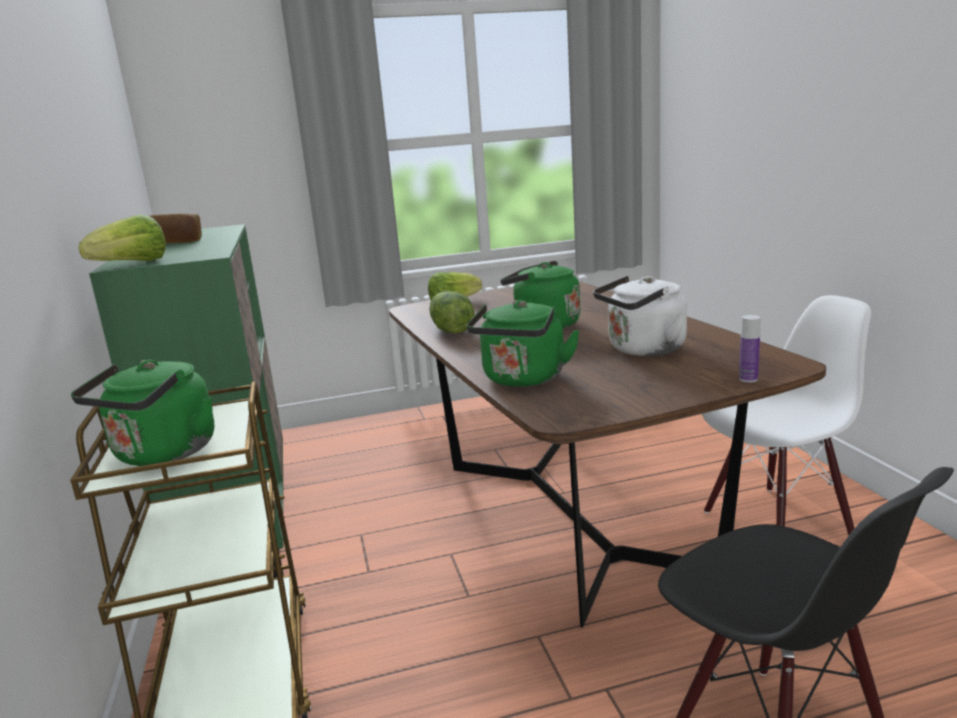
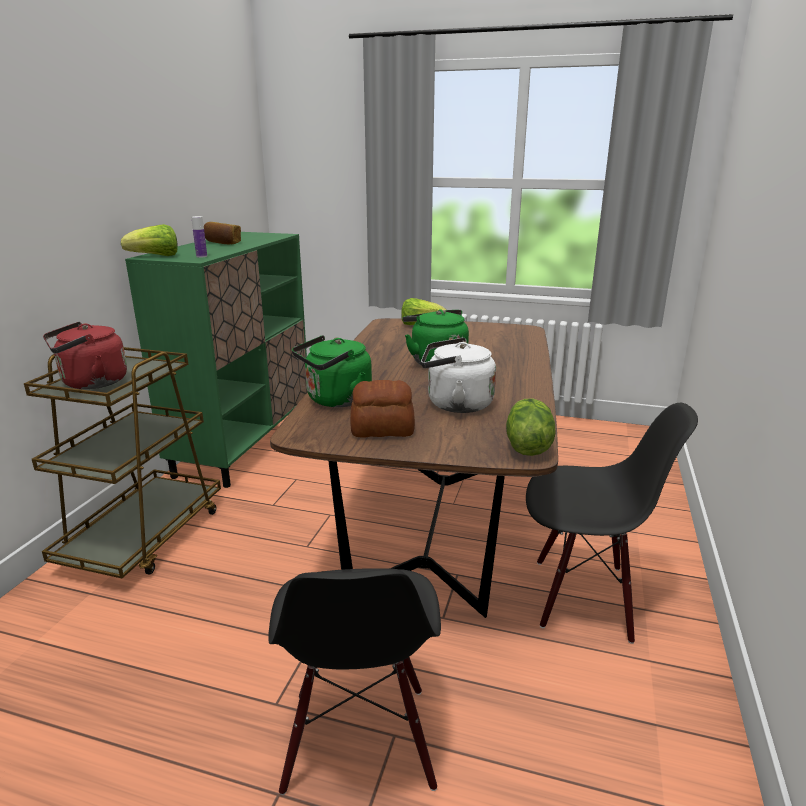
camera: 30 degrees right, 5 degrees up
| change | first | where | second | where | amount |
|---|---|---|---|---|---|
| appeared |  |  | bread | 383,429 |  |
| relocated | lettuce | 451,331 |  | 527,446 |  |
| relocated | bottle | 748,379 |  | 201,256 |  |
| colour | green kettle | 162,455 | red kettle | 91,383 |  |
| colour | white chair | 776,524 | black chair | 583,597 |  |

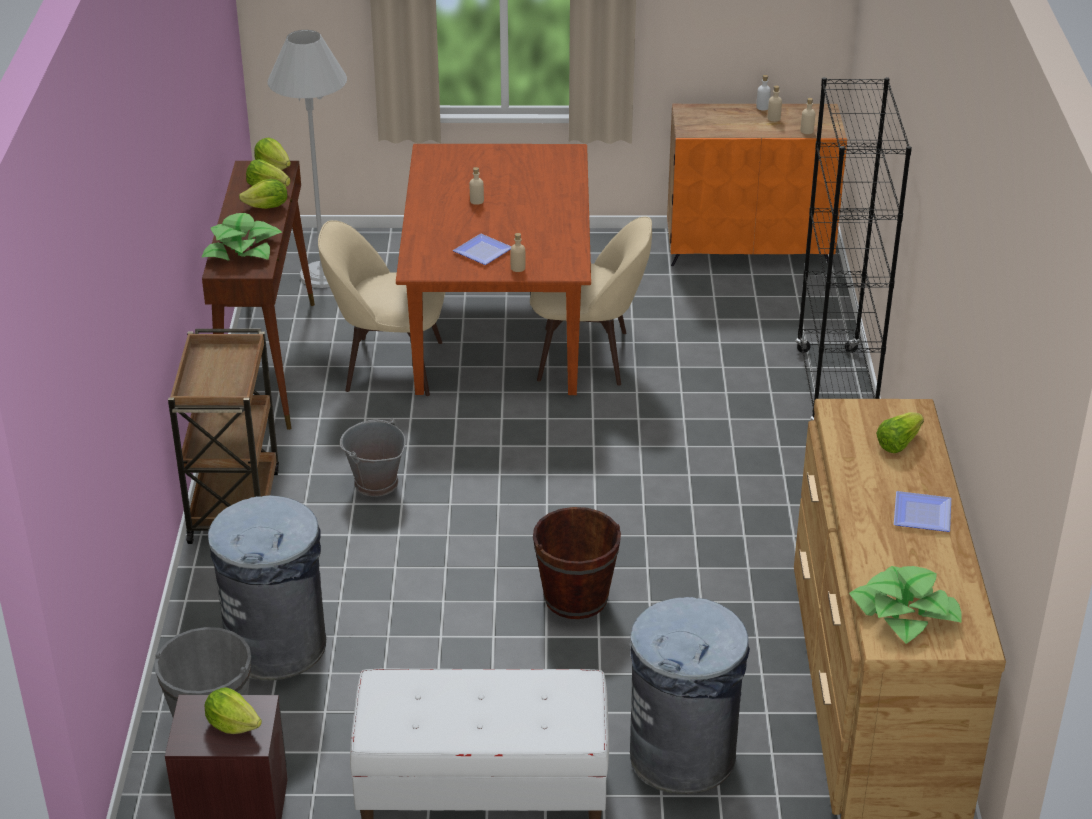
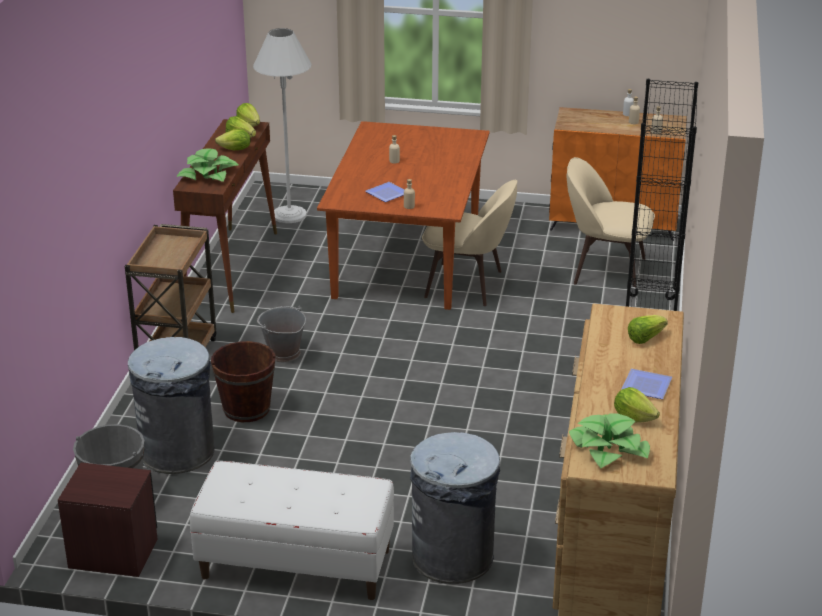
camera: 10 degrees right, 5 degrees down
| change | first | where | second | where | amount |
|---|---|---|---|---|---|
| relocated | lettuce | 232,724 |  | 633,417 |  |
| relocated | beige chair | 388,365 |  | 605,270 |  |
| relocated | brown bucket | 576,598 |  | 246,409 |  |

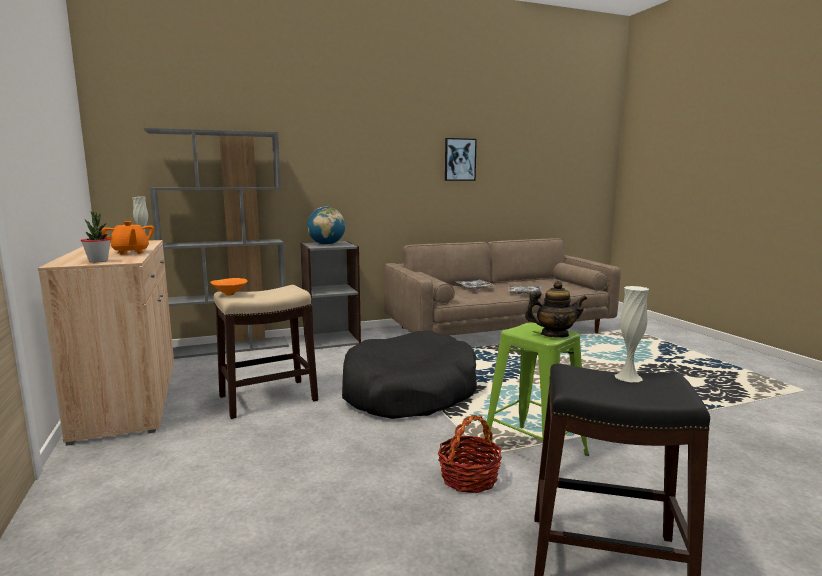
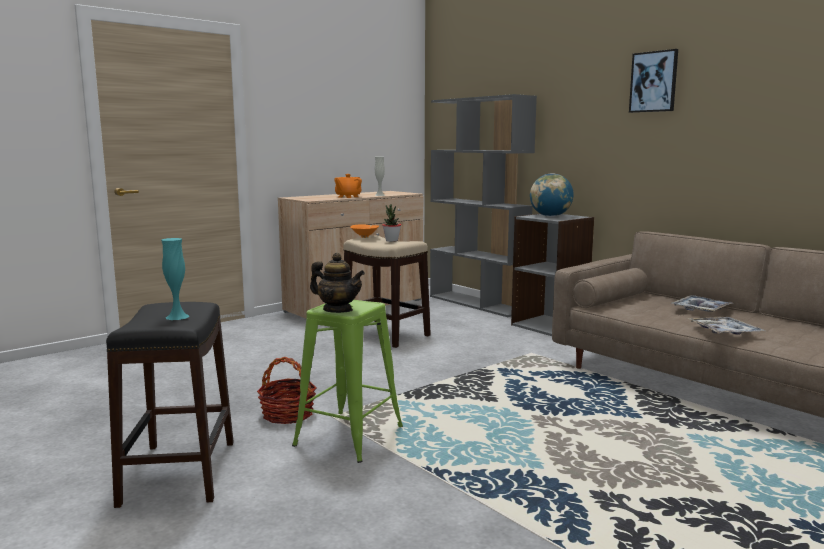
camera: 70 degrees right, 0 degrees up
| change | first | where | second | where | amount |
|---|---|---|---|---|---|
| missing | black dog bed | 409,392 |  |  |  |
| relocated | potted plant | 98,261 |  | 391,241 |  |
| relocated | picture | 459,159 |  | 654,82 |  |
| colour | white vase | 628,377 | turquoise vase | 177,317 |  |
| spun | teapot | 554,335 |  | 337,310 | 45 degrees counterclockwise |

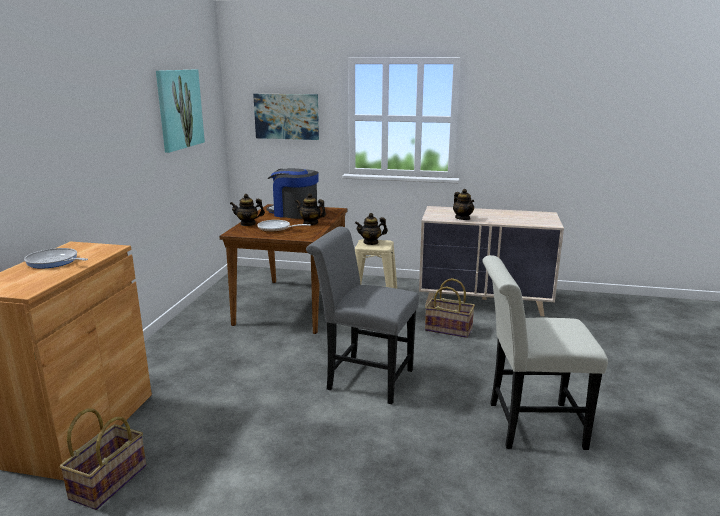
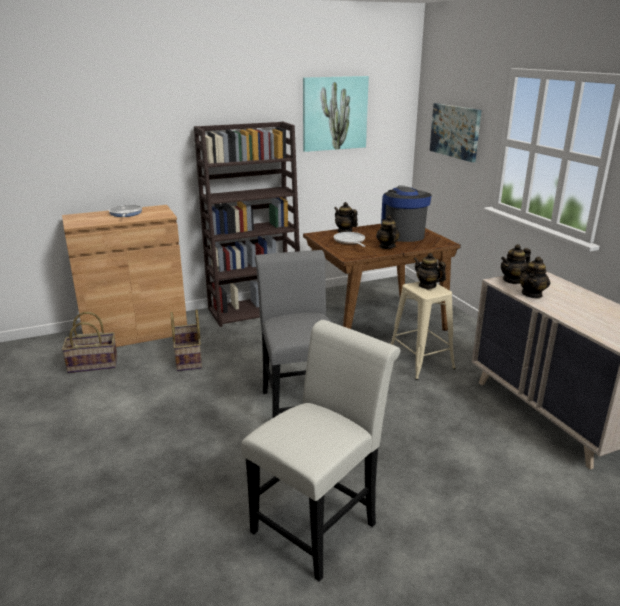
camera: 55 degrees right, 5 degrees up
| change | first | where | second | where | amount |
|---|---|---|---|---|---|
| appeared |  |  | brown bookcase | 255,309 |  |
| appeared |  |  | teapot | 512,280 |  |
| relocated | basket | 449,329 |  | 189,359 |  |
| spun | white chair | 528,425 |  | 320,522 | 75 degrees clockwise |

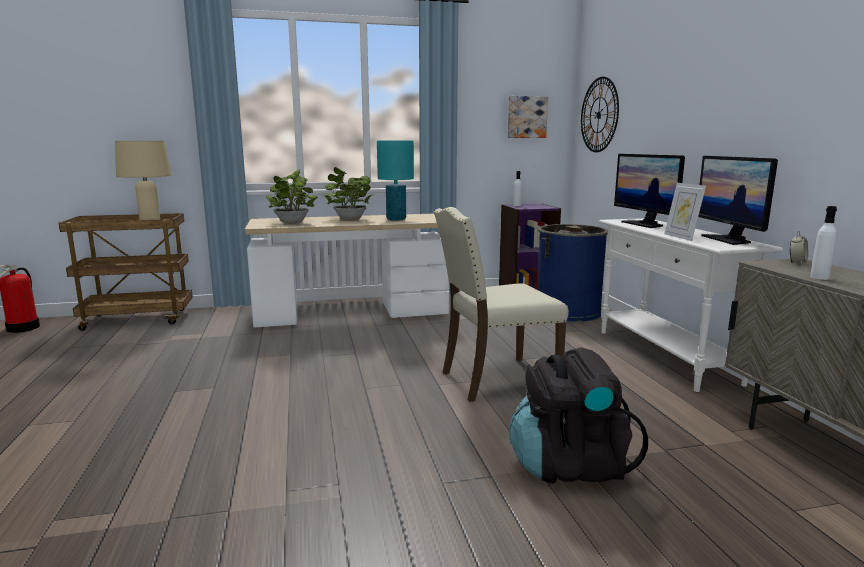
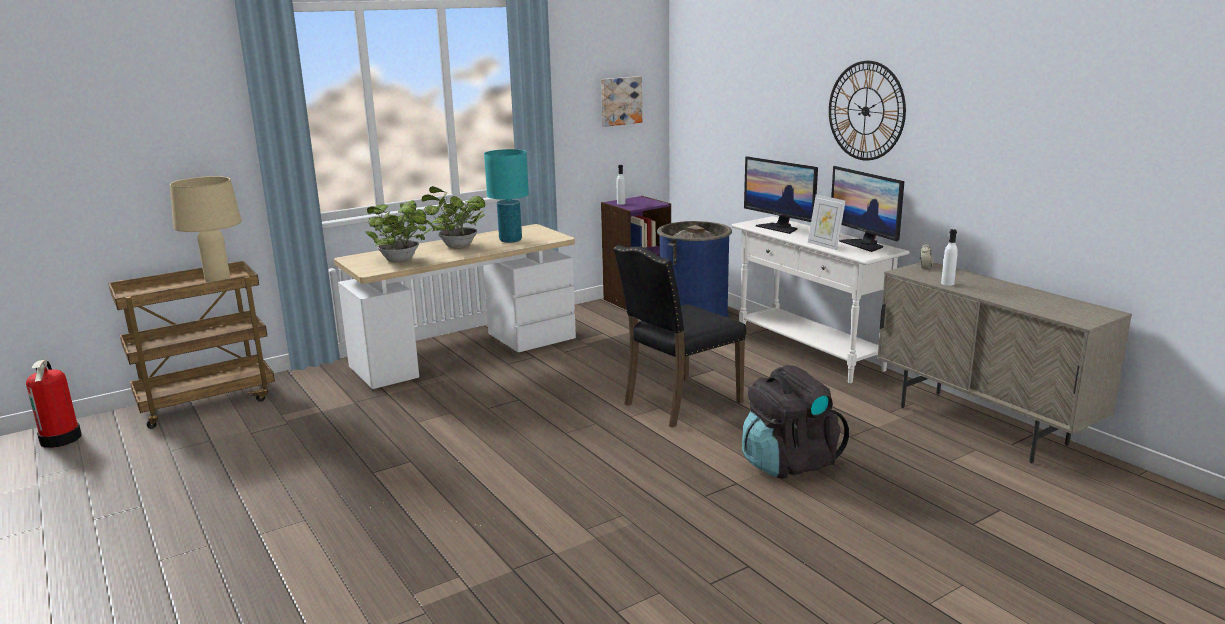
camera: 20 degrees left, 5 degrees up
| change | first | where | second | where | amount |
|---|---|---|---|---|---|
| relocated | wall clock | 599,115 |  | 865,111 |  |
| colour | beige chair | 495,380 | black chair | 679,403 |  |

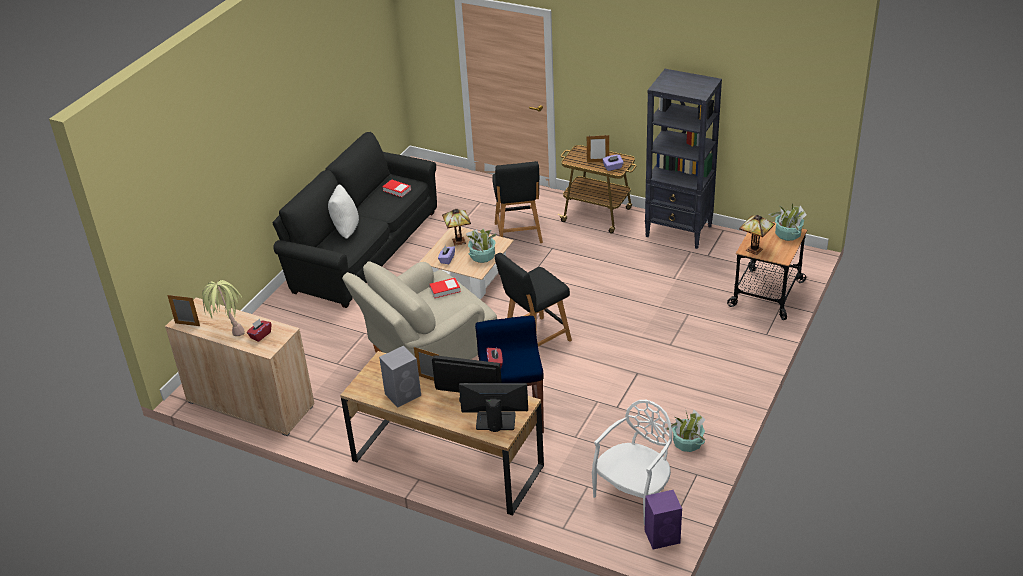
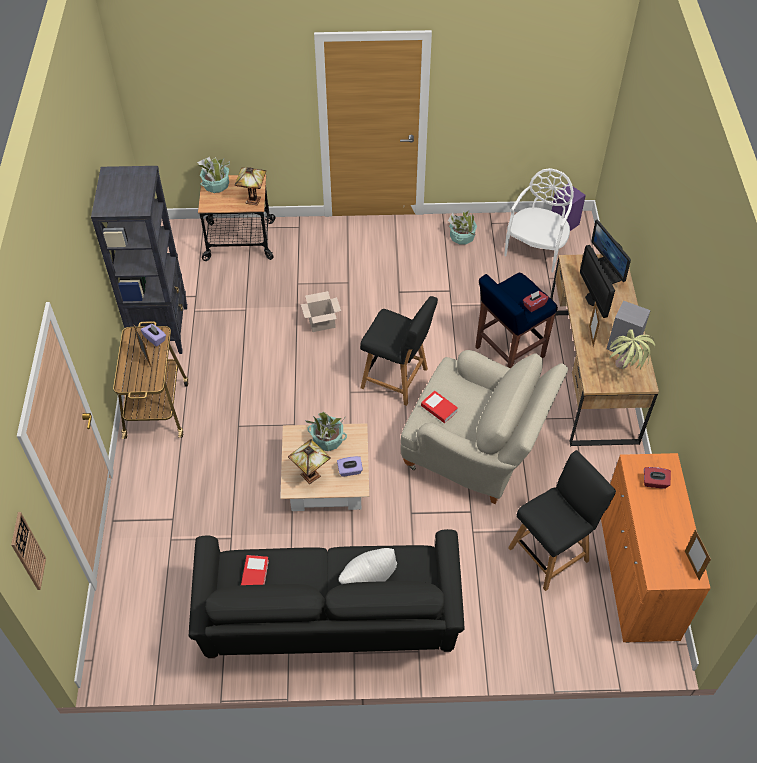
camera: 120 degrees left, 15 degrees up
| change | first | where | second | where | amount |
|---|---|---|---|---|---|
| appeared |  |  | wall clock | 27,552 |  |
| appeared |  |  | cardboard box | 322,322 |  |
| relocated | potted plant | 228,330 |  | 622,377 |  |
| relocated | black chair | 518,234 |  | 551,552 |  |
| colour | beige cabinet | 250,403 | orange cabinet | 637,576 |  |
| spun | white chair | 634,494 |  | 536,249 | 105 degrees clockwise |

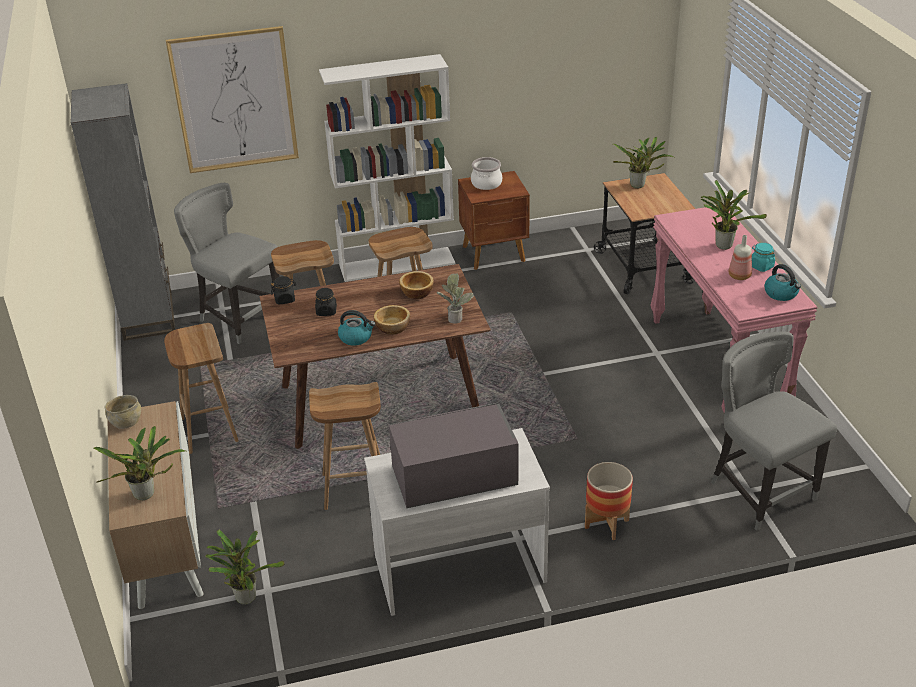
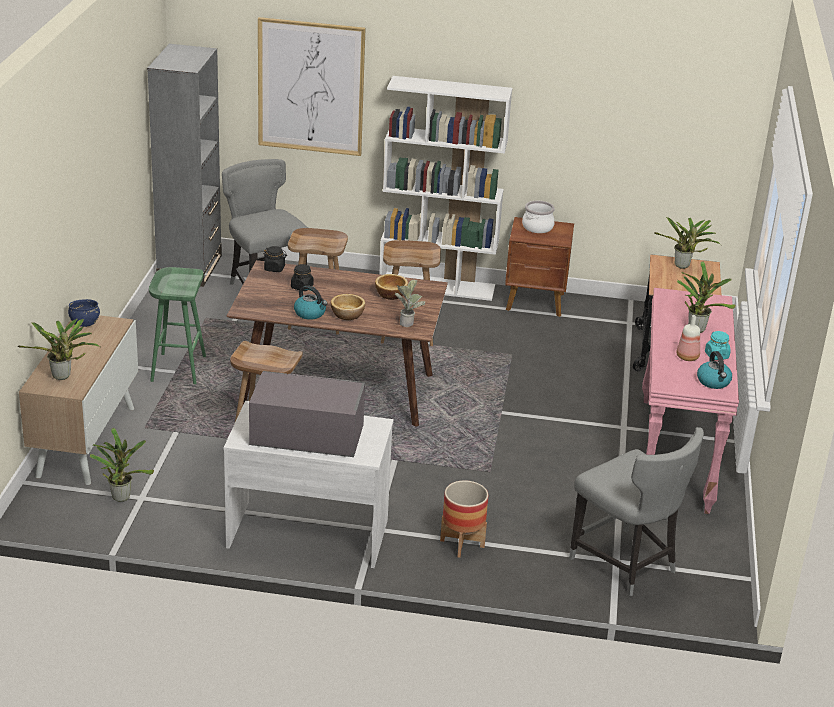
camera: 20 degrees right, 5 degrees down
| change | first | where | second | where | amount |
|---|---|---|---|---|---|
| colour | beige bowl | 126,422 | blue bowl | 84,323 |  |
| colour | brown stool | 208,429 | green stool | 178,368 |  |
| spun | grey chair | 759,491 |  | 626,565 | 150 degrees clockwise |

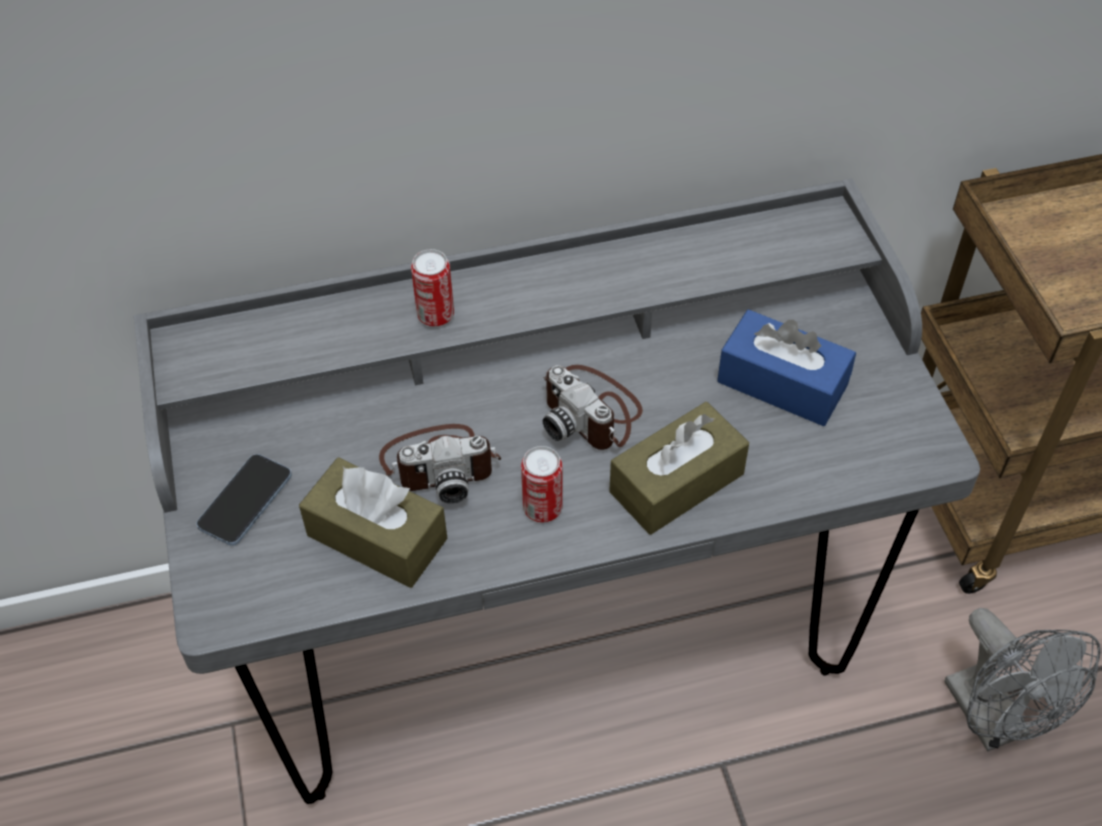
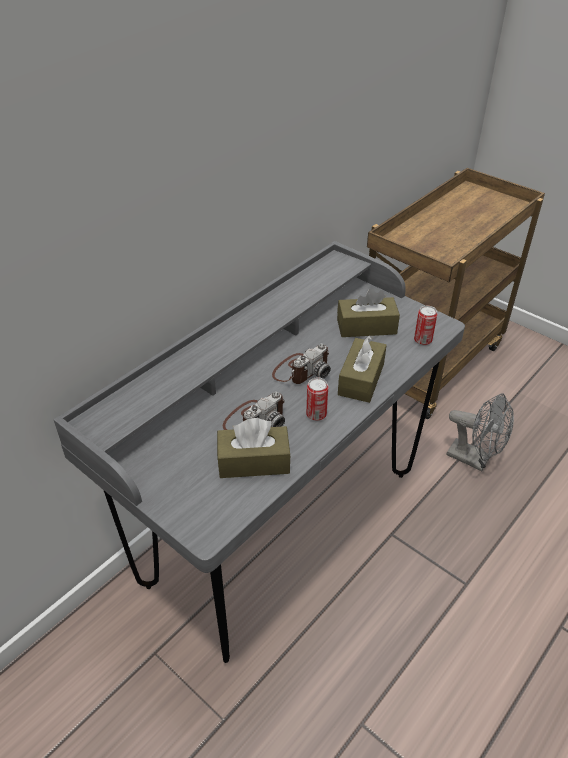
camera: 35 degrees left, 10 degrees down
| change | first | where | second | where | amount |
|---|---|---|---|---|---|
| missing | phone | 245,501 |  |  |  |
| relocated | can | 435,315 |  | 422,340 |  |
| colour | blue tissue box | 782,383 | brown tissue box | 366,327 |  |
| spun | photo camera | 591,411 |  | 301,370 | 60 degrees counterclockwise |

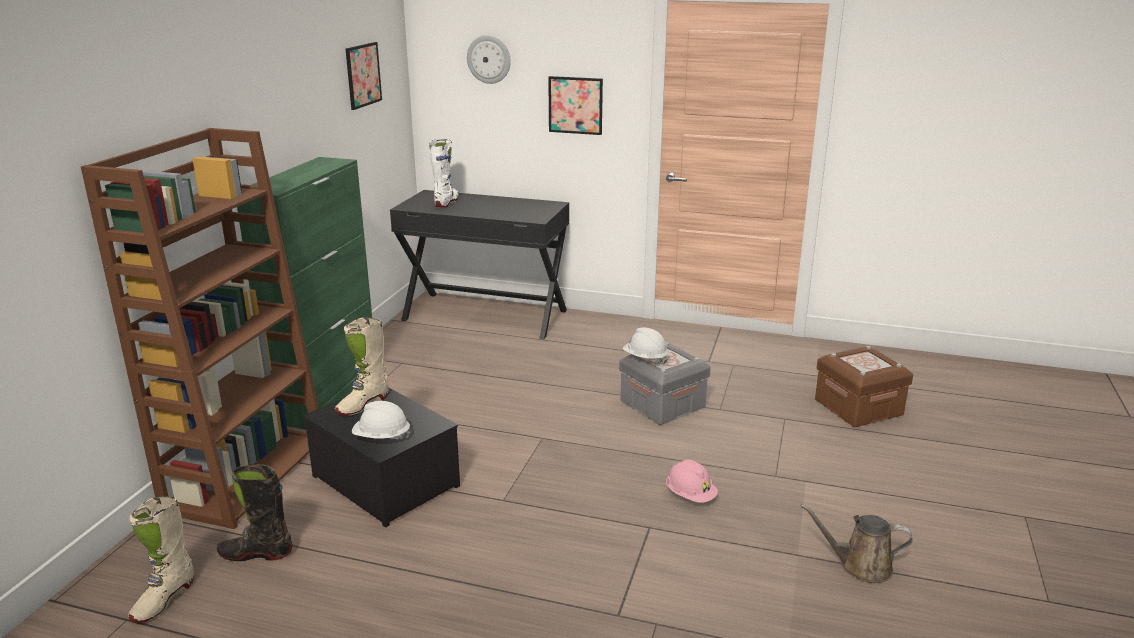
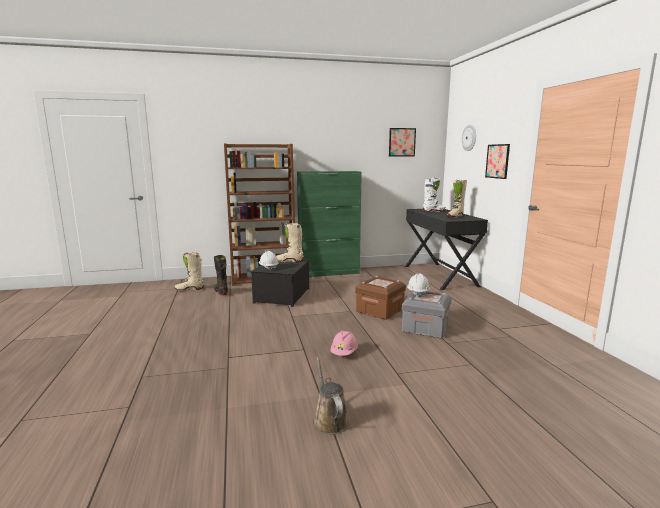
camera: 60 degrees right, 10 degrees down
| change | first | where | second | where | amount |
|---|---|---|---|---|---|
| appeared |  |  | beige boot | 455,216 |  |
| relocated | brown storage box | 858,407 |  | 380,310 |  |

